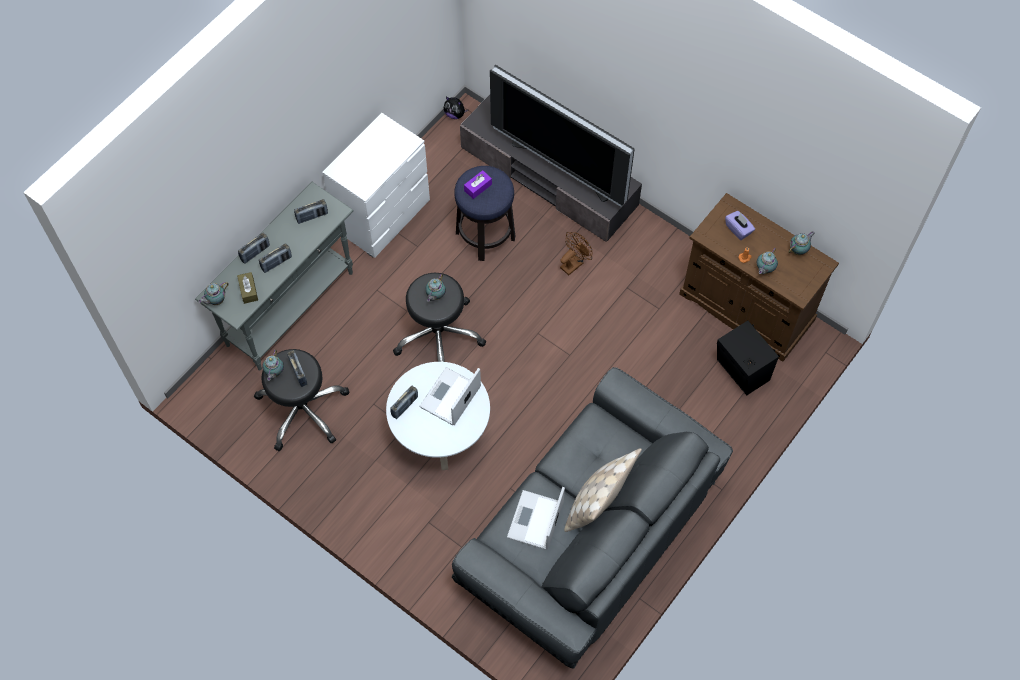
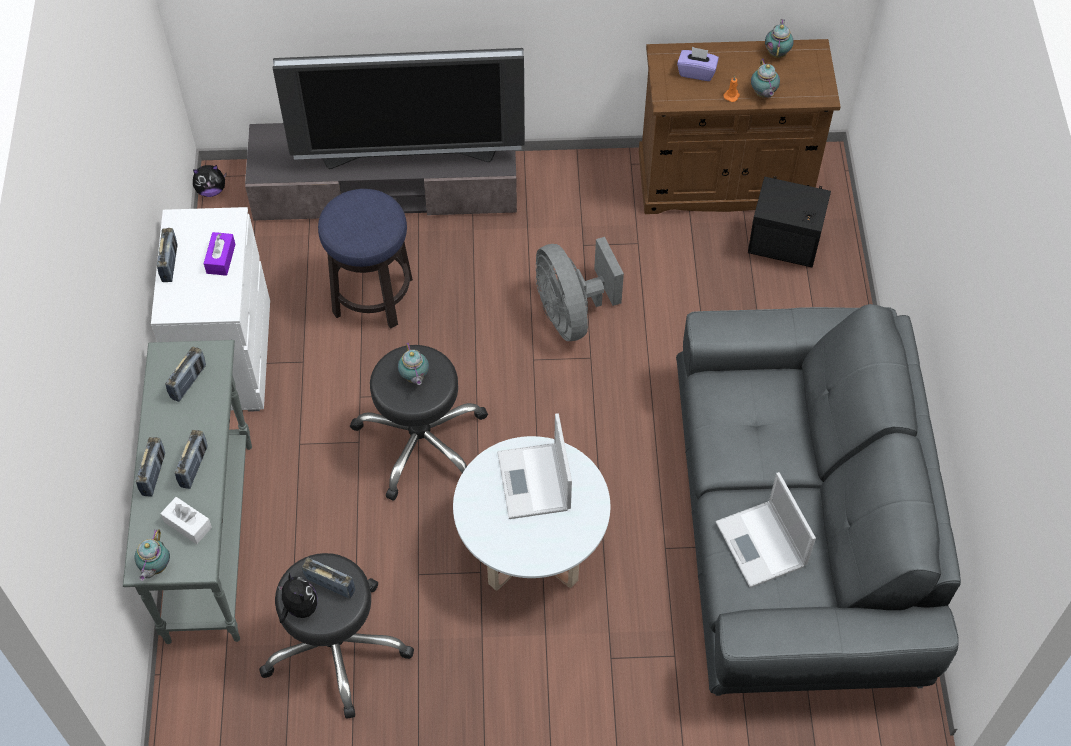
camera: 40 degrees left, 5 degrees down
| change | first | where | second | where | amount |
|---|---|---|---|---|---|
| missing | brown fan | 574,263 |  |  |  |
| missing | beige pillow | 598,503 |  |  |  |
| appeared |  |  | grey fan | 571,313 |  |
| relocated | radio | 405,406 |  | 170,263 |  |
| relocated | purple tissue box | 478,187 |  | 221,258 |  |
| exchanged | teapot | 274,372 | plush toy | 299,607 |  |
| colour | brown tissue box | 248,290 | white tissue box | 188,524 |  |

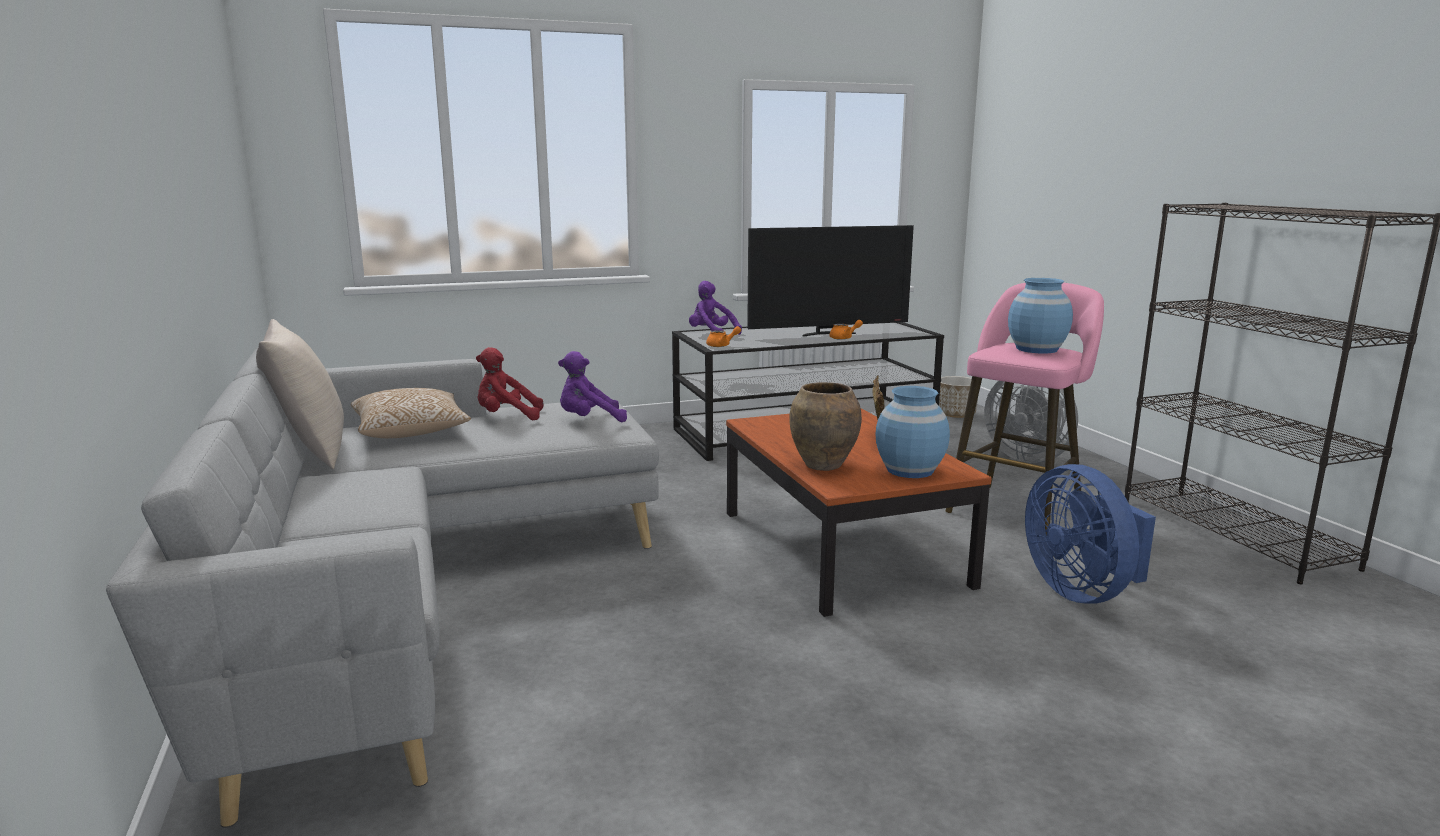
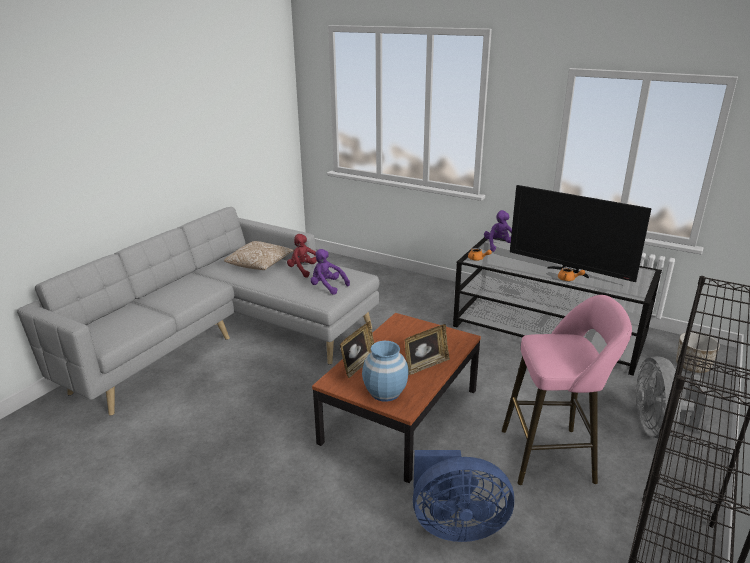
camera: 50 degrees right, 10 degrees up
| change | first | where | second | where | amount |
|---|---|---|---|---|---|
| missing | beige pillow | 310,452 |  |  |  |
| missing | blue vase | 1036,349 |  |  |  |
| exchanged | brown vase | 822,465 | picture frame | 358,365 |  |
| spun | blue fan | 1081,591 |  | 455,525 | 120 degrees counterclockwise |

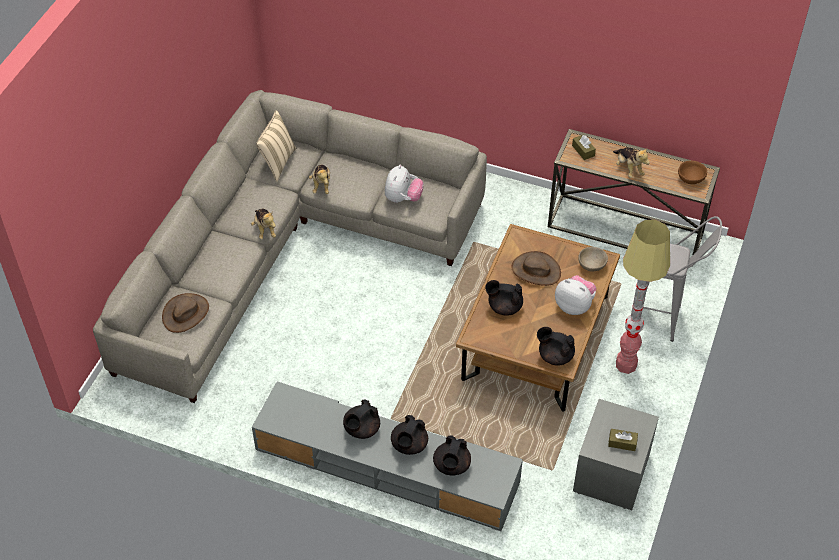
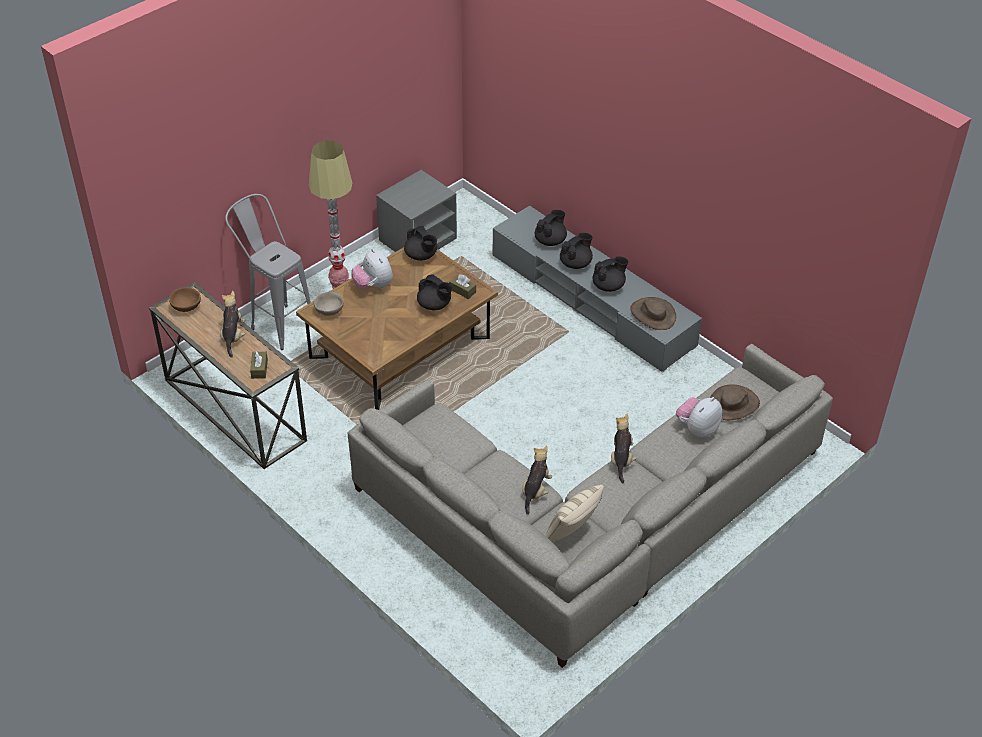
camera: 155 degrees left, 5 degrees down
| change | first | where | second | where | amount |
|---|---|---|---|---|---|
| relocated | plush toy | 403,198 |  | 697,429 |  |
| relocated | brown hat | 536,270 |  | 653,314 |  |
| relocated | brown tissue box | 622,443 |  | 462,290 |  |

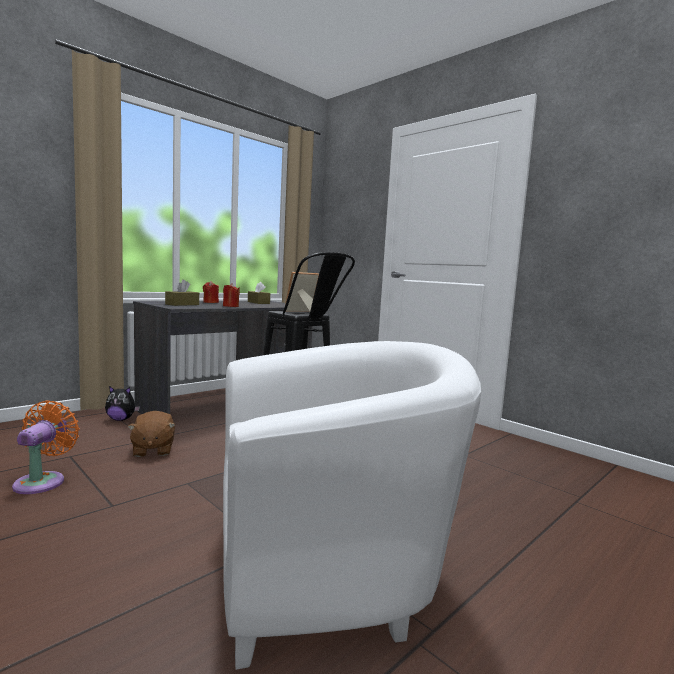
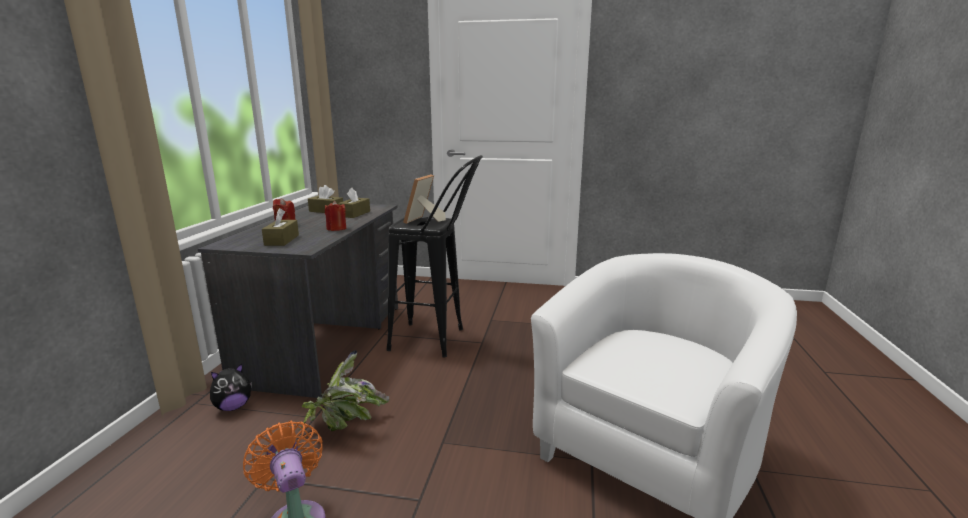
camera: 35 degrees left, 10 degrees up
| change | first | where | second | where | amount |
|---|---|---|---|---|---|
| appeared |  |  | brown tissue box | 355,214 |  |
| exchanged | brown plush toy | 152,450 | potted plant | 344,426 |  |

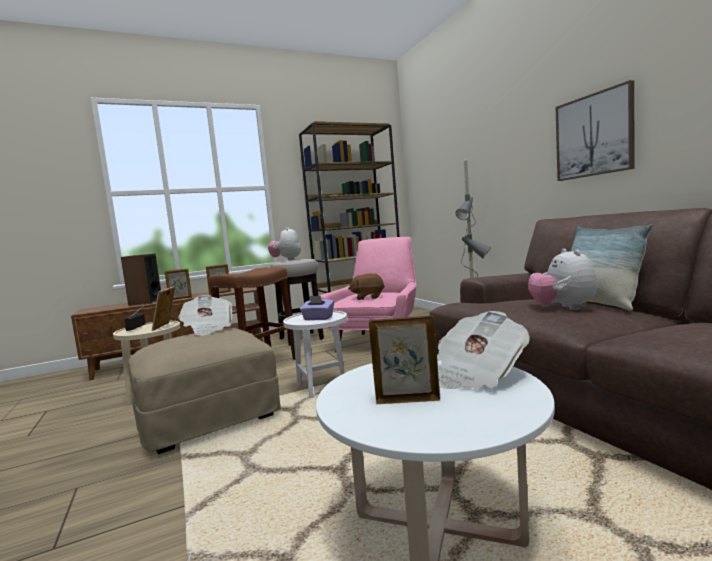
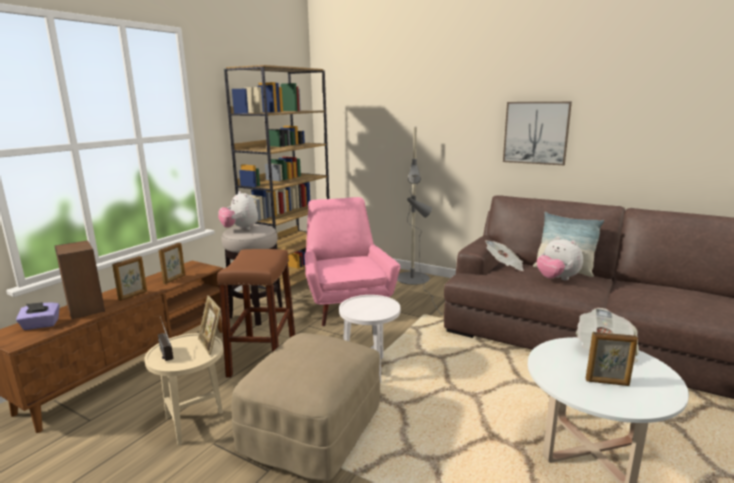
camera: 35 degrees left, 10 degrees up
| change | first | where | second | where | amount |
|---|---|---|---|---|---|
| missing | brown plush toy | 368,297 |  |  |  |
| relocated | newspaper | 208,329 |  | 504,266 |  |
| relocated | purple tissue box | 318,318 |  | 41,325 |  |
| spun | picture frame | 407,400 |  | 607,382 | 135 degrees counterclockwise |

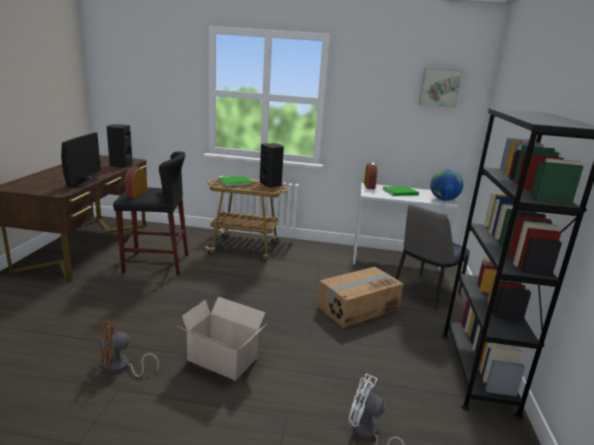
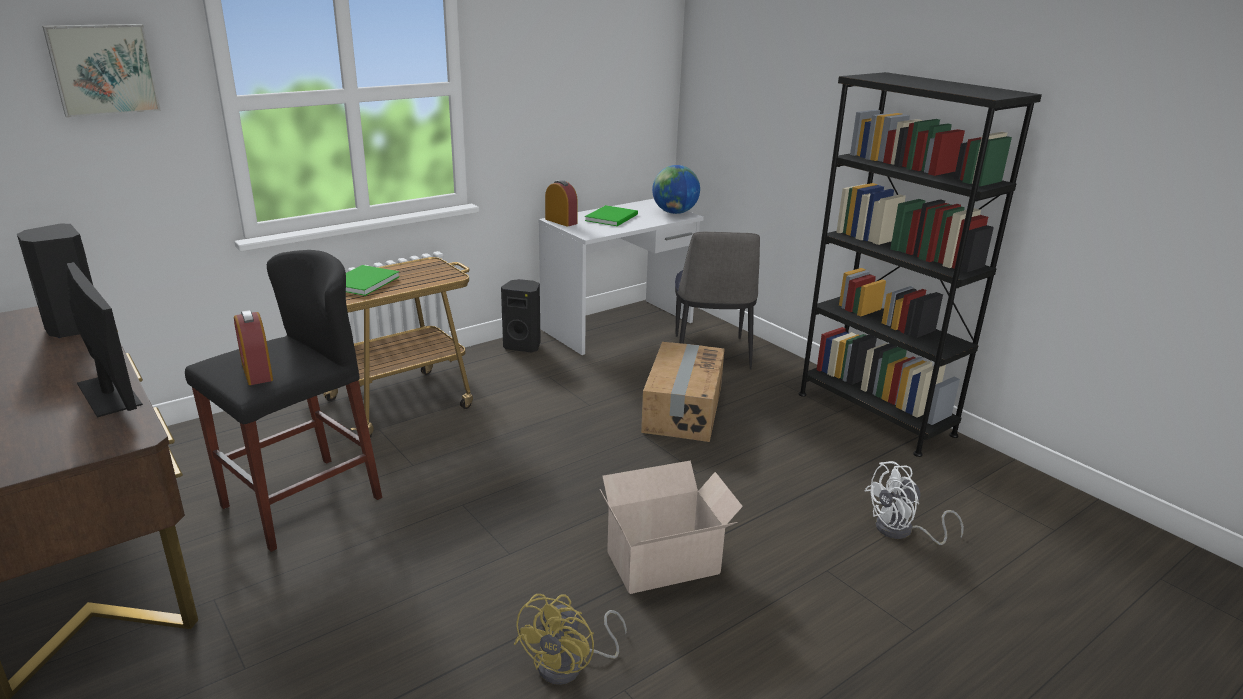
camera: 45 degrees left, 5 degrees up
| change | first | where | second | where | amount |
|---|---|---|---|---|---|
| relocated | black speaker | 271,184 |  | 523,346 |  |
| relocated | picture | 439,88 |  | 103,69 |  |
| colour | brown fan | 121,367 | yellow fan | 570,665 |  |

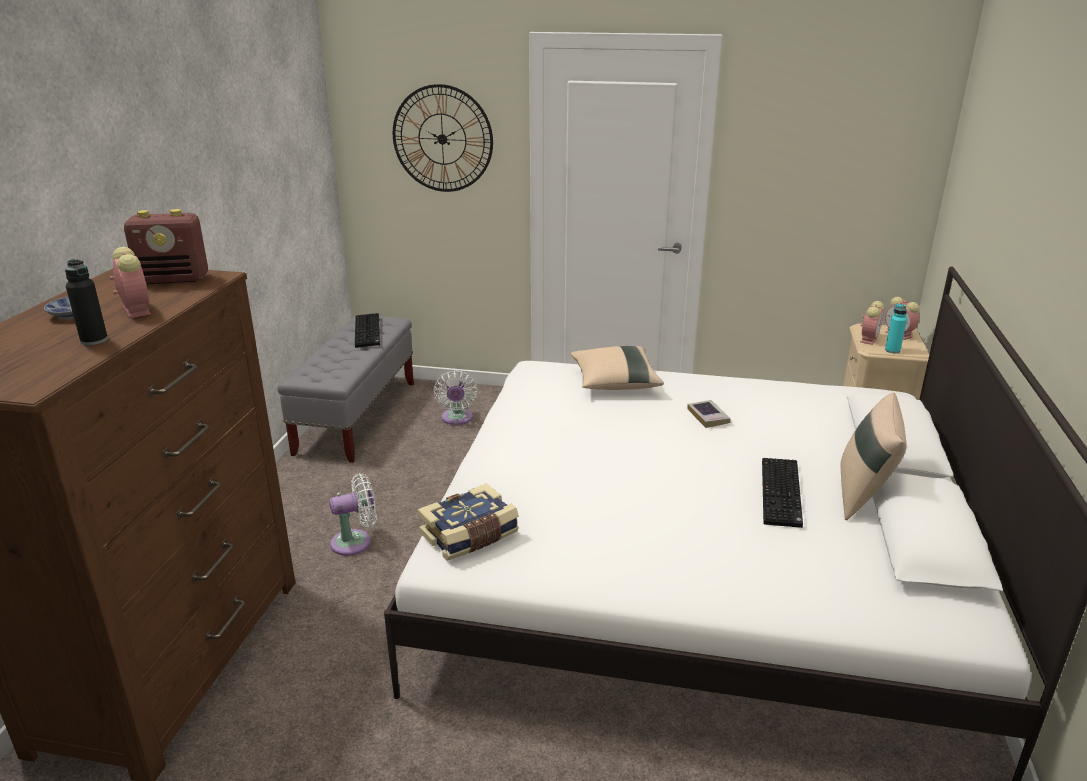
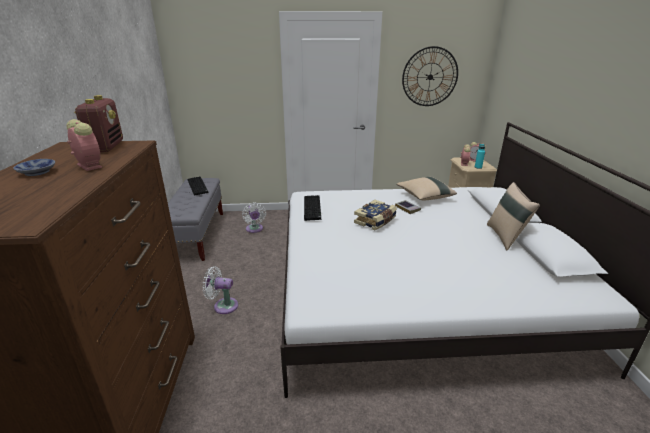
camera: 15 degrees left, 0 degrees up
| change | first | where | second | where | amount |
|---|---|---|---|---|---|
| missing | black bottle | 94,340 |  |  |  |
| relocated | wall clock | 442,139 |  | 430,77 |  |
| relocated | book | 470,536 |  | 376,221 |  |
| relocated | beige pillow | 614,383 |  | 424,196 |  |
| relocated | keyboard | 782,494 |  | 313,208 |  |
| spun | radio | 174,279 |  | 106,147 | 75 degrees counterclockwise |
| spun | white fan | 355,542 |  | 223,305 | 135 degrees counterclockwise |

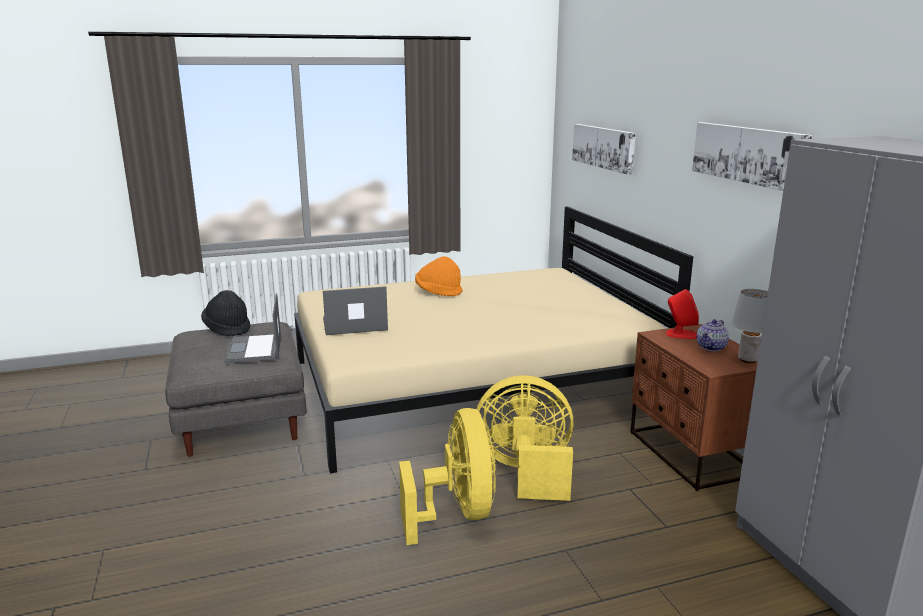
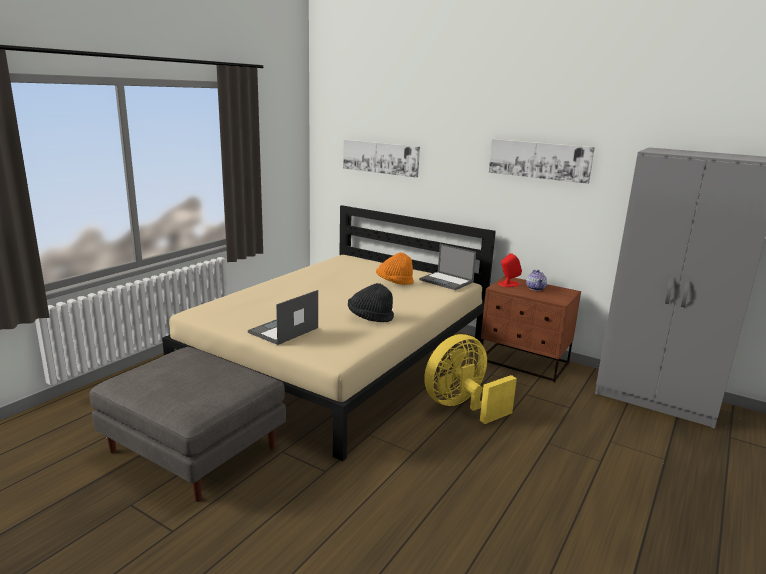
camera: 40 degrees left, 0 degrees up
| change | first | where | second | where | amount |
|---|---|---|---|---|---|
| missing | yellow fan | 457,513 |  |  |  |
| missing | grey table lamp | 748,360 |  |  |  |
| relocated | black hat | 227,329 |  | 370,317 |  |
| relocated | laptop | 254,349 |  | 447,281 |  |
| relocated | orange hat | 438,292 |  | 394,283 |  |

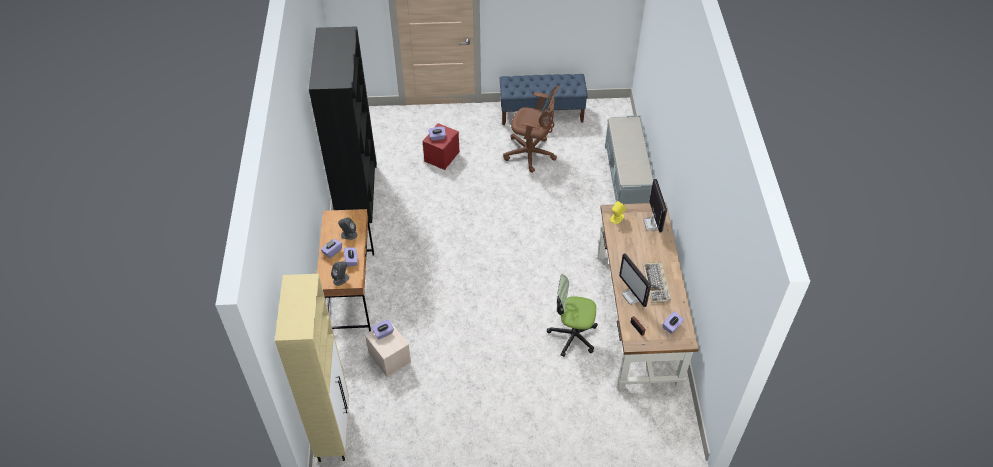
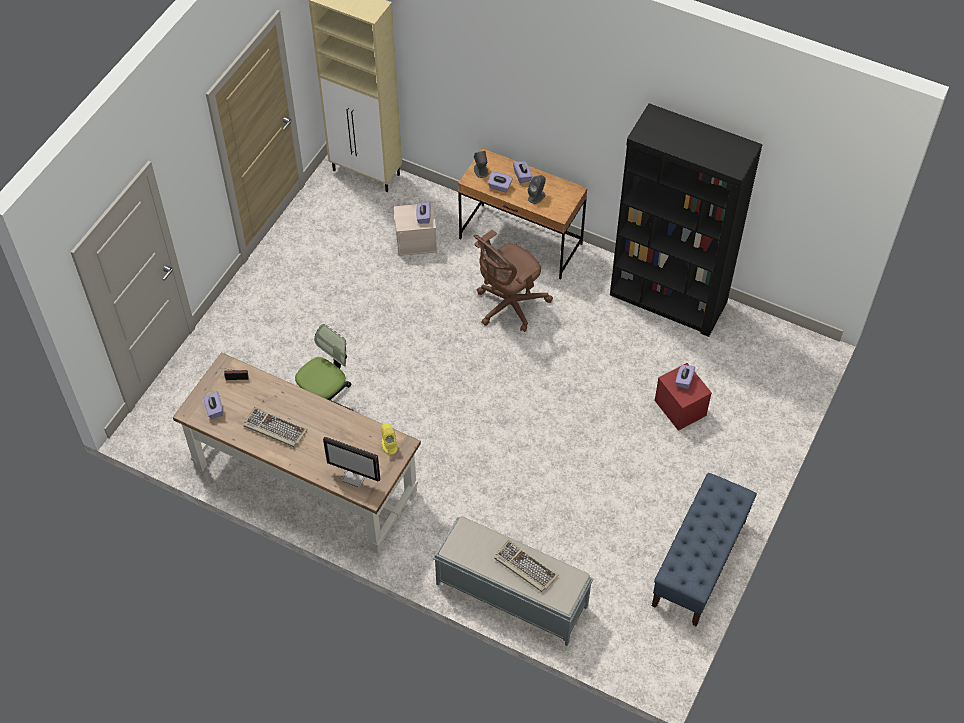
camera: 120 degrees right, 5 degrees up
| change | first | where | second | where | amount |
|---|---|---|---|---|---|
| missing | monitor | 633,296 |  |  |  |
| appeared |  |  | keyboard | 525,567 |  |
| relocated | brown office chair | 531,154 |  | 508,306 |  |

